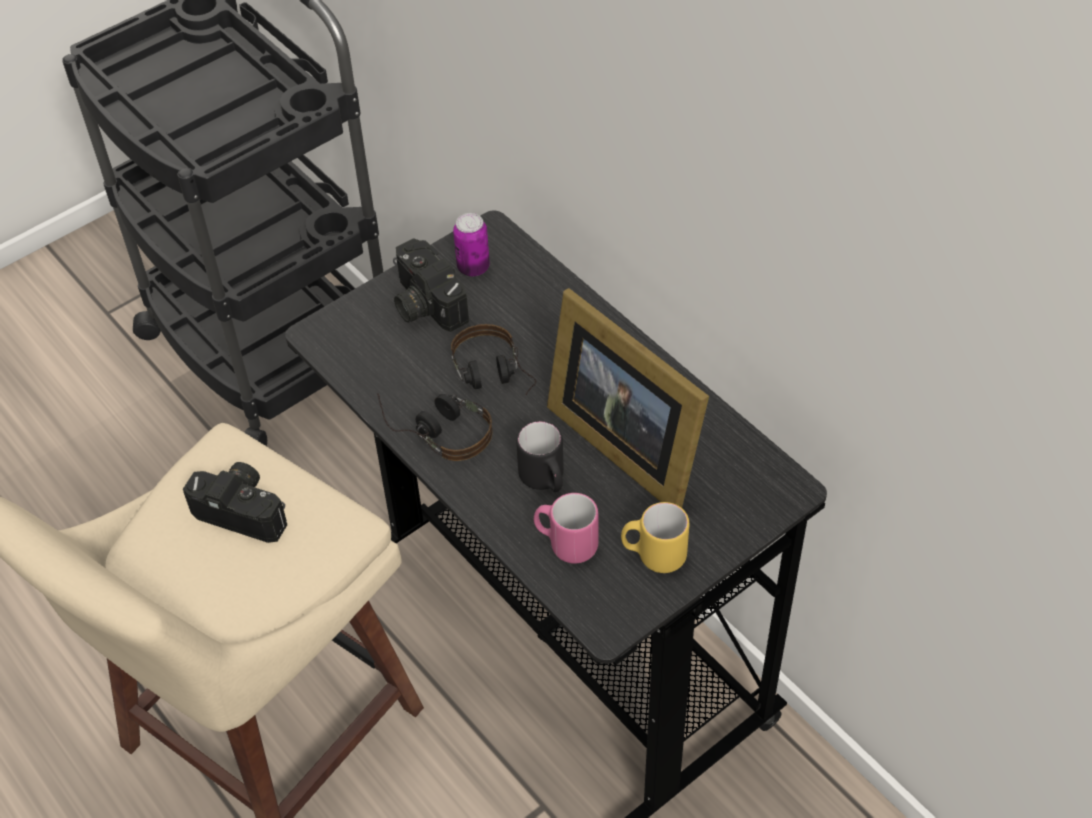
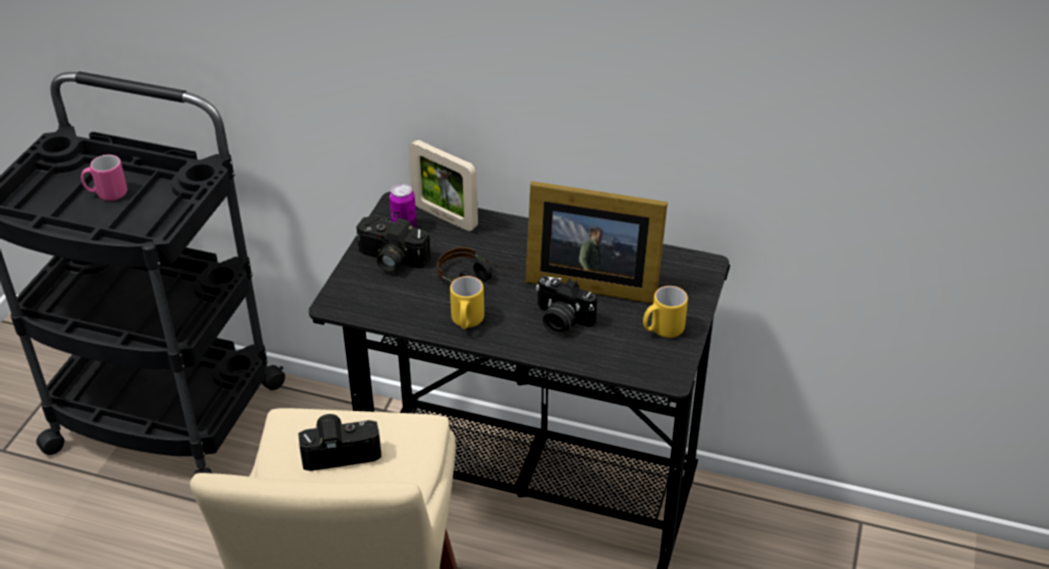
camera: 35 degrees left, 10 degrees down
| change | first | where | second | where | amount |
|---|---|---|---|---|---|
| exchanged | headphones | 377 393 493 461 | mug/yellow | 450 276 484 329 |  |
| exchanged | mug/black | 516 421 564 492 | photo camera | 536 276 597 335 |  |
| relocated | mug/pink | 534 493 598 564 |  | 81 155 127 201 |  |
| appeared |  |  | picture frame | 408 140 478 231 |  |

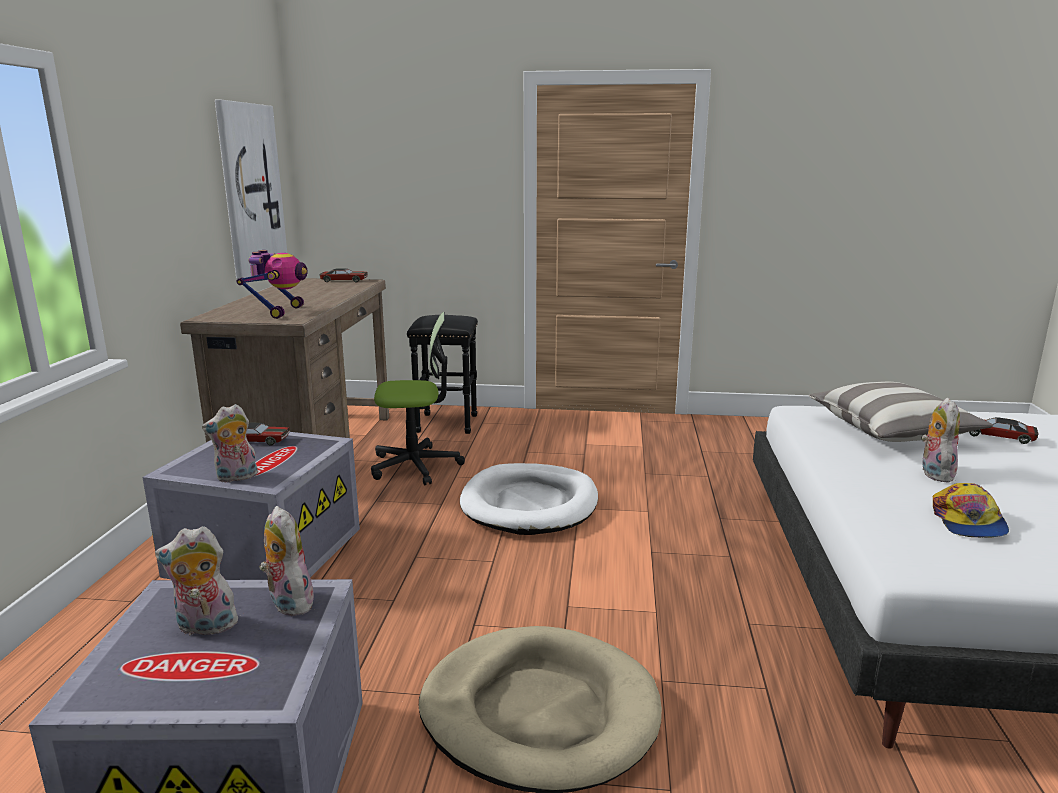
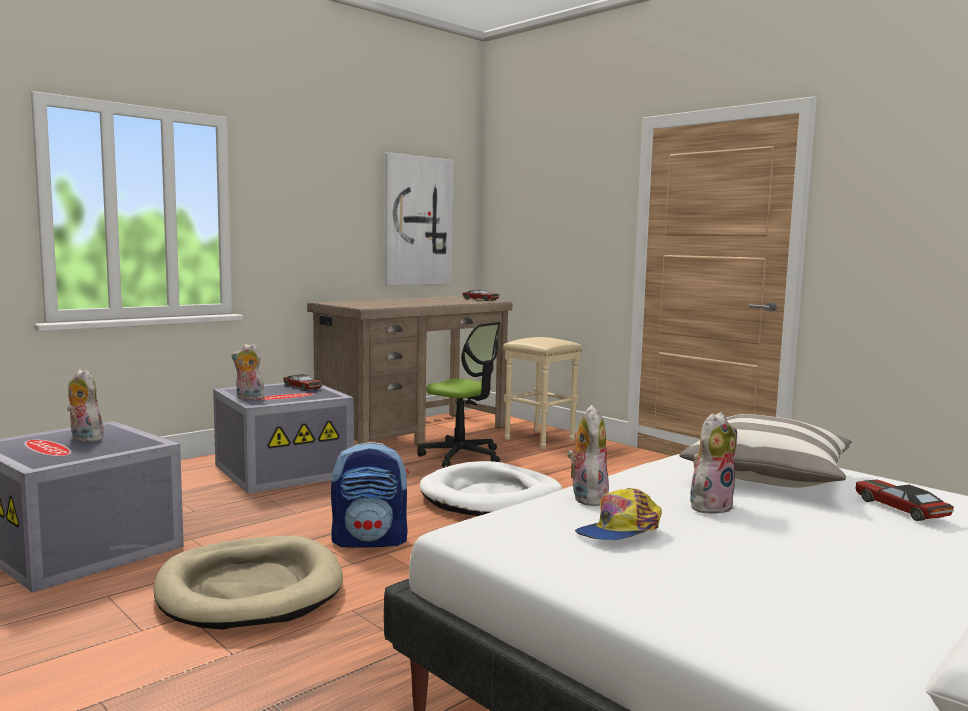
camera: 40 degrees right, 10 degrees down
| change | first | where | second | where | amount |
|---|---|---|---|---|---|
| missing | toy robot | 236 250 307 319 |  |  |  |
| relocated | plush toy | 259 506 314 616 |  | 567 405 609 506 |  |
| colour | stool/black | 407 315 478 434 | stool/beige | 503 337 582 449 |  |
| appeared |  |  | backpack | 331 442 409 547 |  |

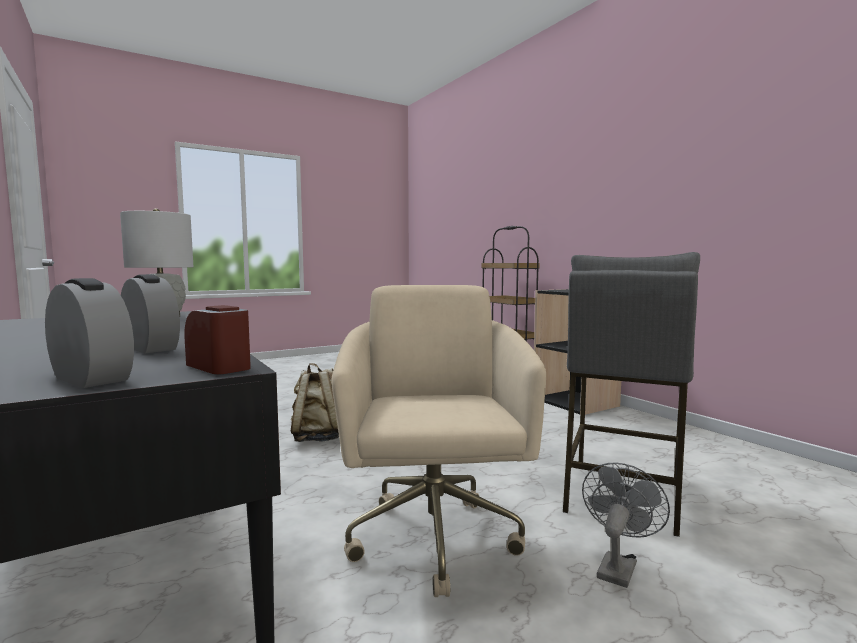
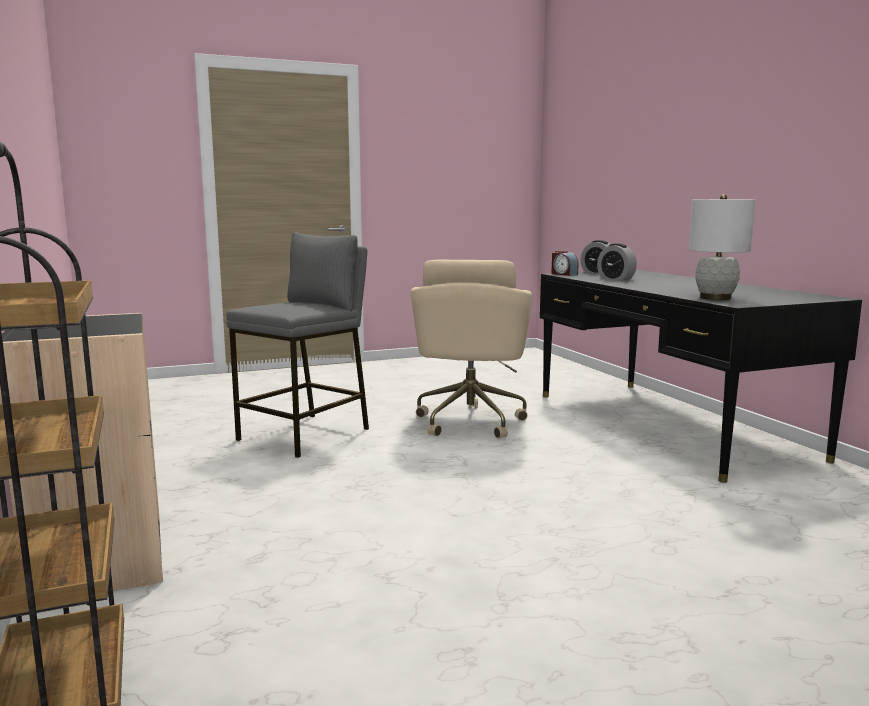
camera: 170 degrees left, 5 degrees up
| change | first | where | second | where | amount |
|---|---|---|---|---|---|
| missing | backpack/beige | 291 363 339 442 |  |  |  |
| missing | fan/grey | 582 462 670 588 |  |  |  |

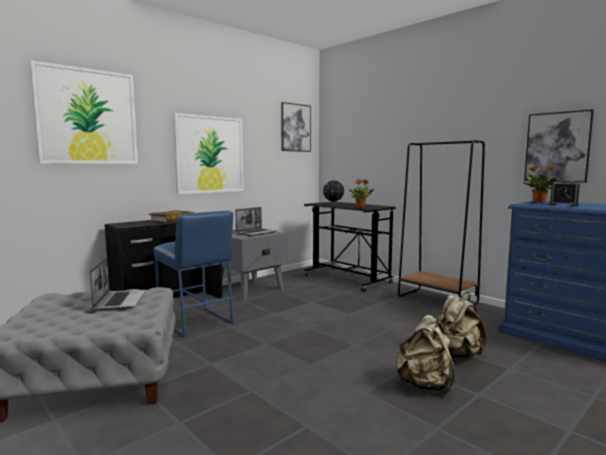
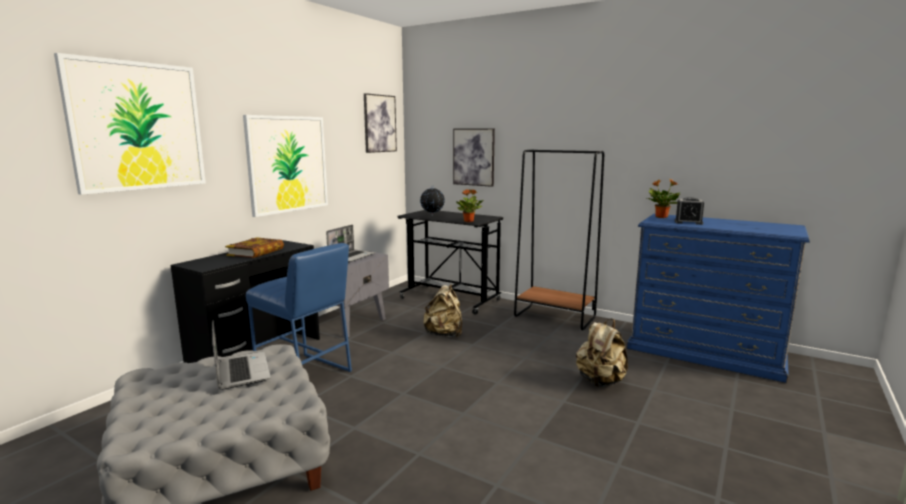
camera: 15 degrees left, 5 degrees up
| change | first | where | second | where | amount |
|---|---|---|---|---|---|
| relocated | backpack/beige | 396 315 455 395 |  | 423 284 462 337 |  |
| relocated | picture | 524 109 594 183 |  | 453 128 495 187 |  |

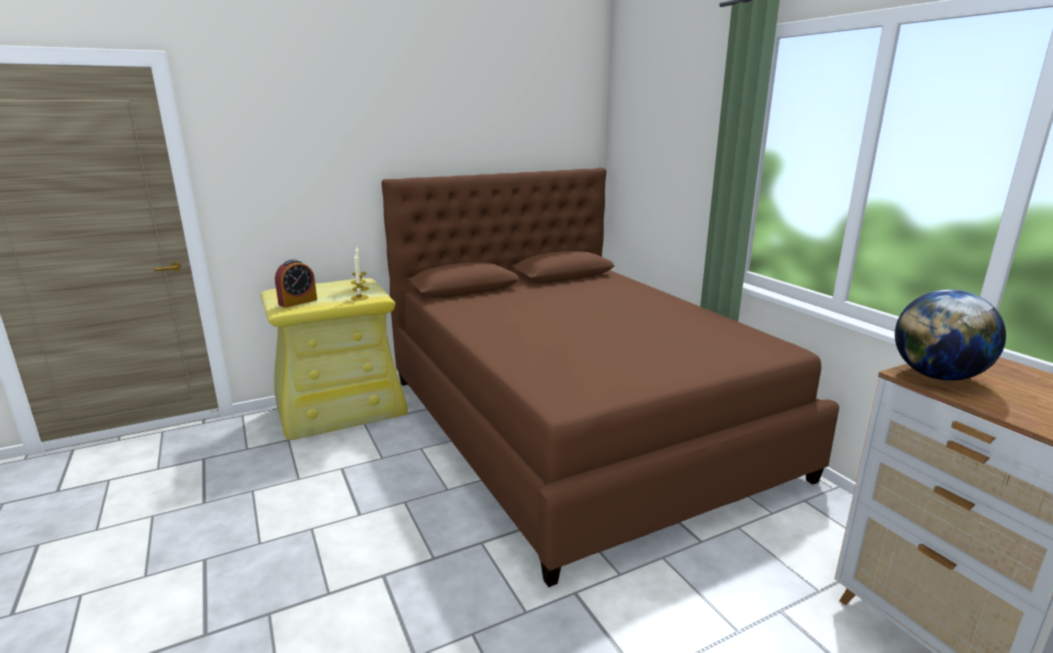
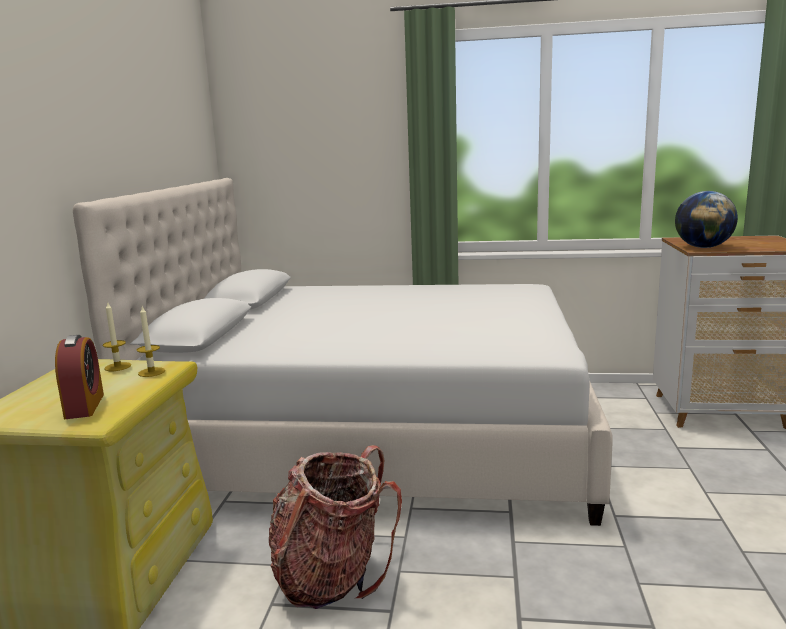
camera: 55 degrees left, 5 degrees down
| change | first | where | second | where | amount |
|---|---|---|---|---|---|
| colour | bed/brown | 382 168 840 587 | bed/white | 73 178 613 526 |  |
| appeared |  |  | backpack | 269 445 402 609 |  |

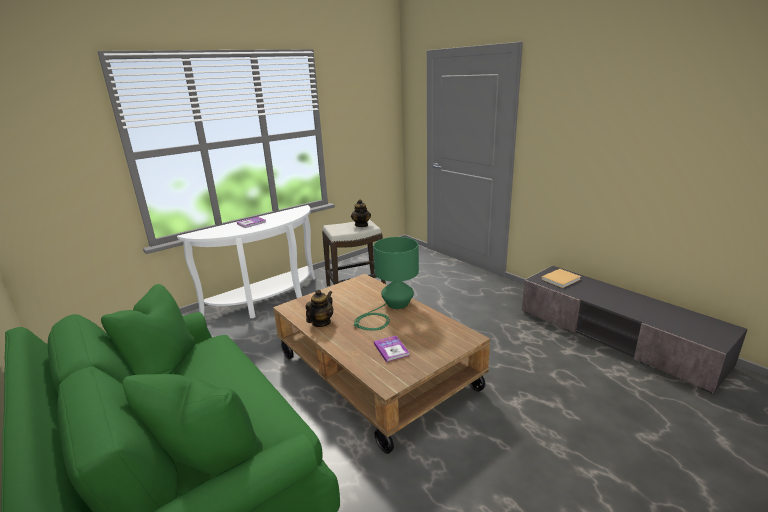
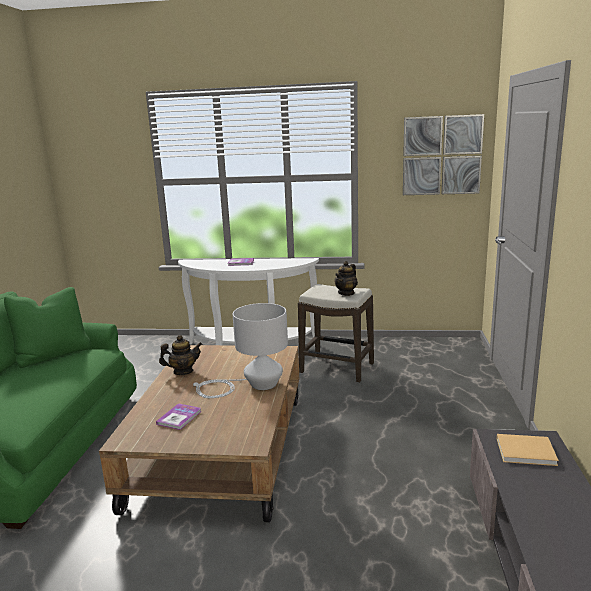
camera: 45 degrees right, 5 degrees down
| change | first | where | second | where | amount |
|---|---|---|---|---|---|
| colour | table lamp/green | 354 237 419 330 | table lamp/grey | 193 303 288 398 |  |
| appeared |  |  | picture | 403 114 484 195 |  |

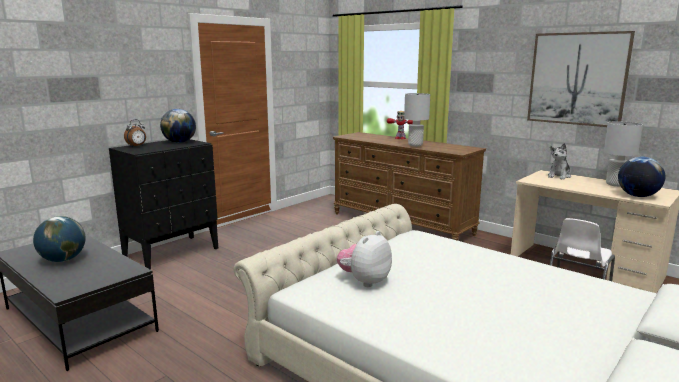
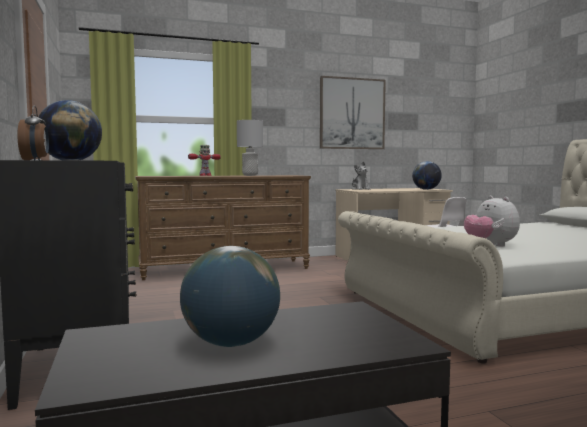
camera: 60 degrees left, 10 degrees down
| change | first | where | second | where | amount |
|---|---|---|---|---|---|
| missing | table lamp/grey | 604 121 643 187 |  |  |  |

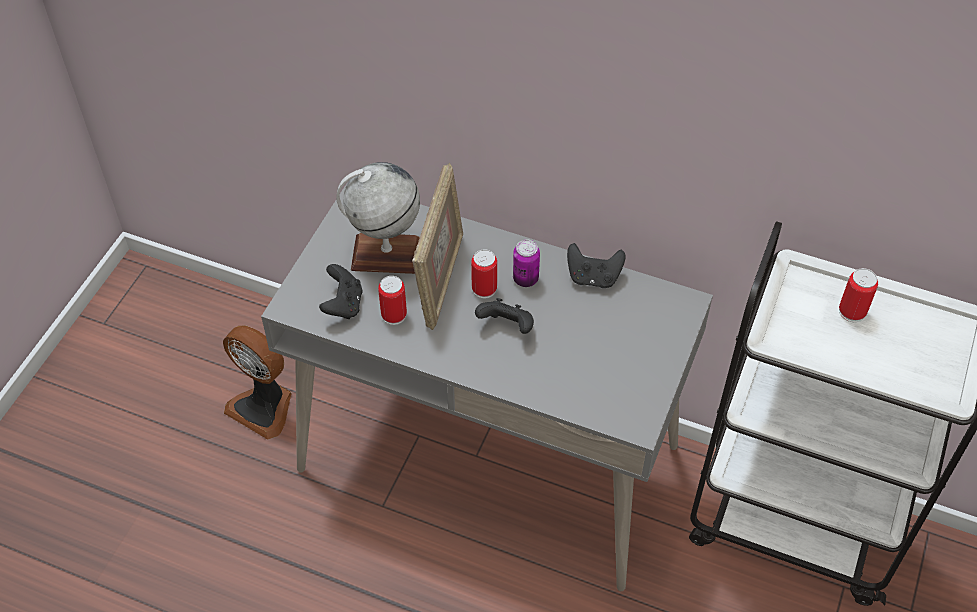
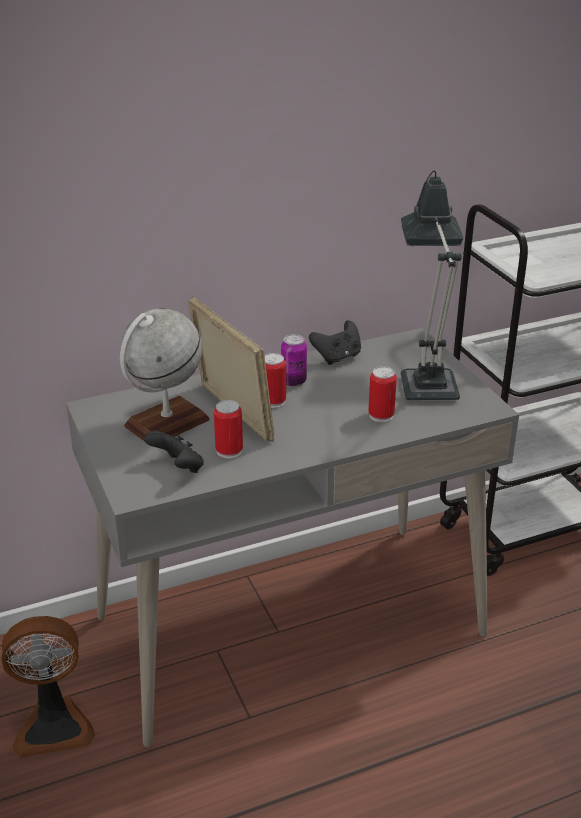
camera: 45 degrees left, 20 degrees down
| change | first | where | second | where | amount |
|---|---|---|---|---|---|
| missing | game controller/black | 475 298 534 334 |  |  |  |
| relocated | can | 839 268 878 322 |  | 368 366 397 422 |  |
| appeared |  |  | table lamp | 401 171 463 400 |  |

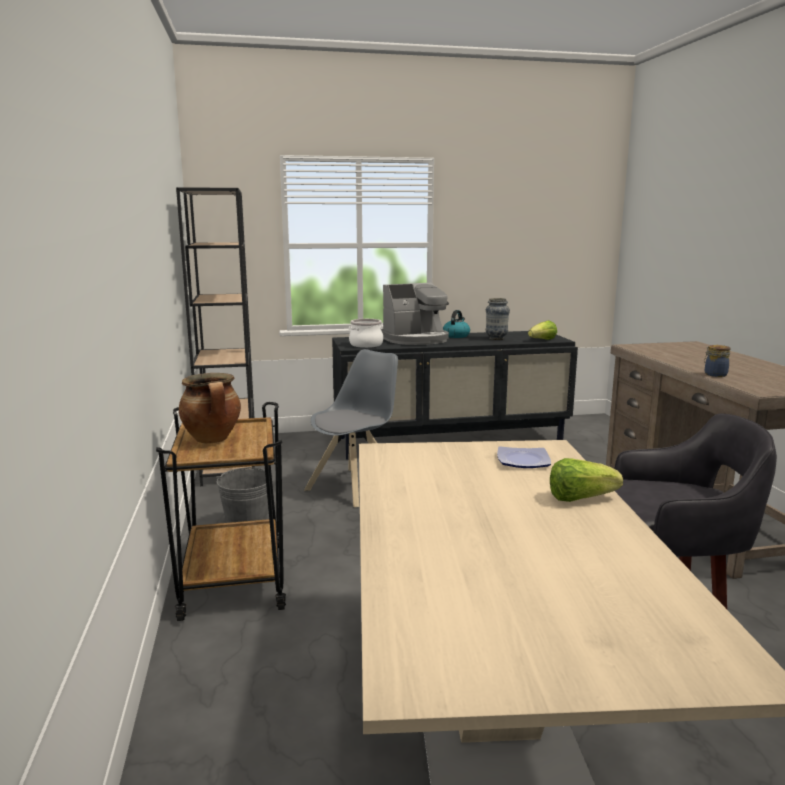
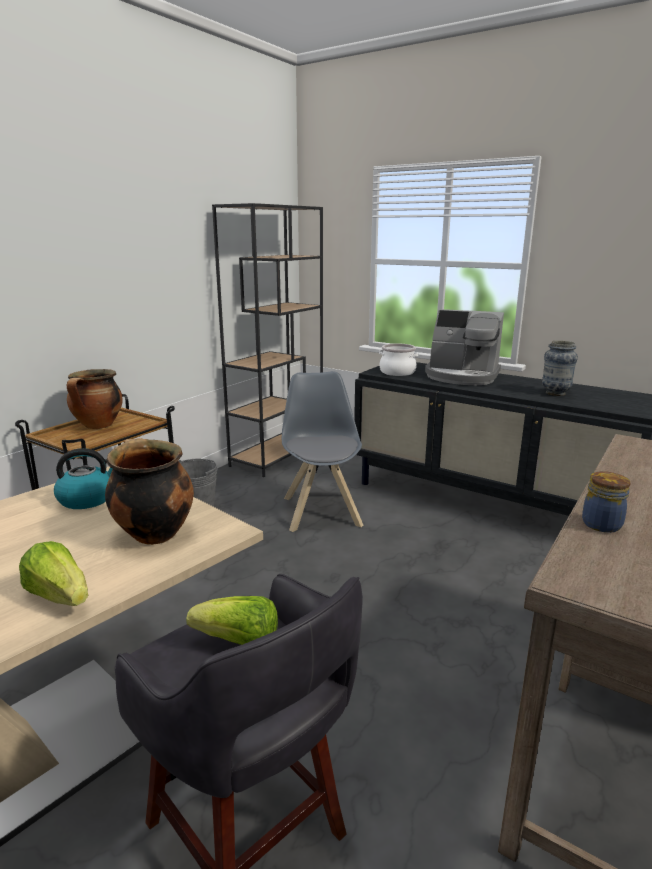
camera: 45 degrees right, 5 degrees up
| change | first | where | second | where | amount |
|---|---|---|---|---|---|
| spun | chair/grey | 304 349 398 507 |  | 282 371 363 532 | 90 degrees counterclockwise |
| relocated | kettle | 443 310 470 338 |  | 54 448 113 509 |  |
| exchanged | plate | 497 446 551 468 | cooking pot | 105 438 194 545 |  |
| relocated | lettuce | 528 320 557 340 |  | 186 596 278 645 |  |

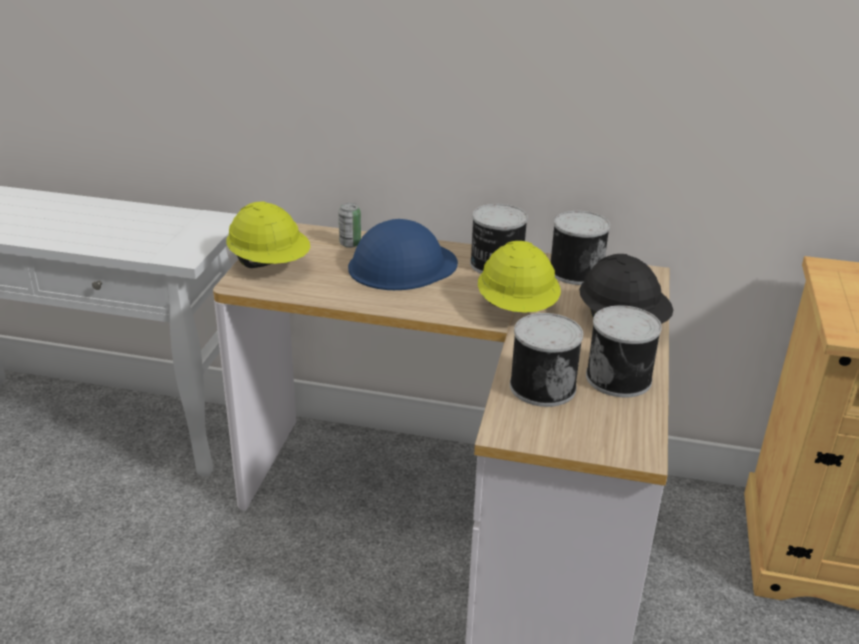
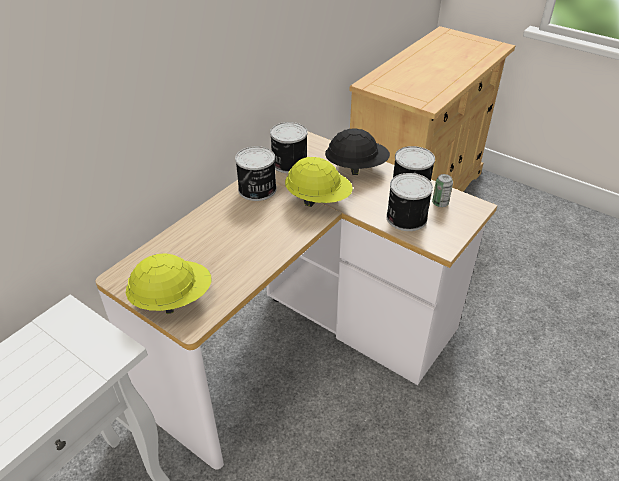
camera: 65 degrees left, 10 degrees up
| change | first | where | second | where | amount |
|---|---|---|---|---|---|
| relocated | can | 338 203 361 248 |  | 432 174 453 207 |  |
| missing | hard hat/blue | 348 219 458 290 |  |  |  |

